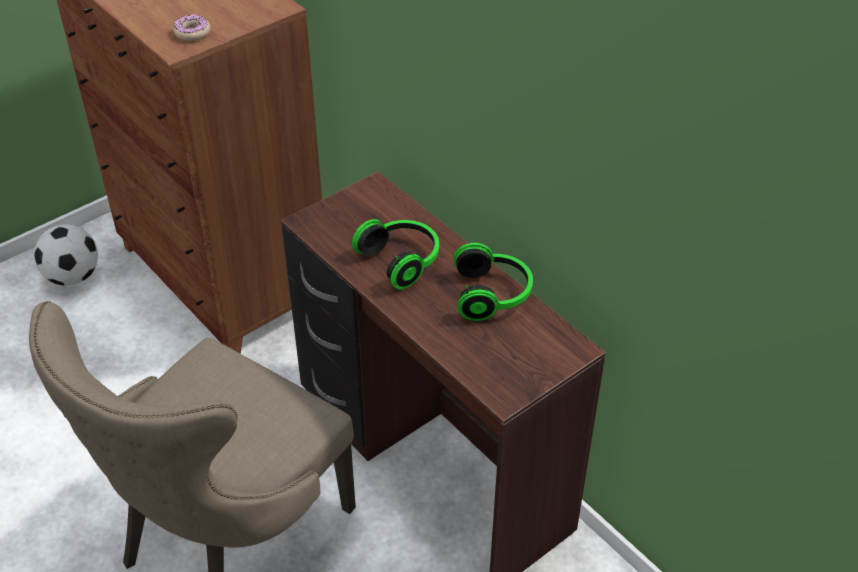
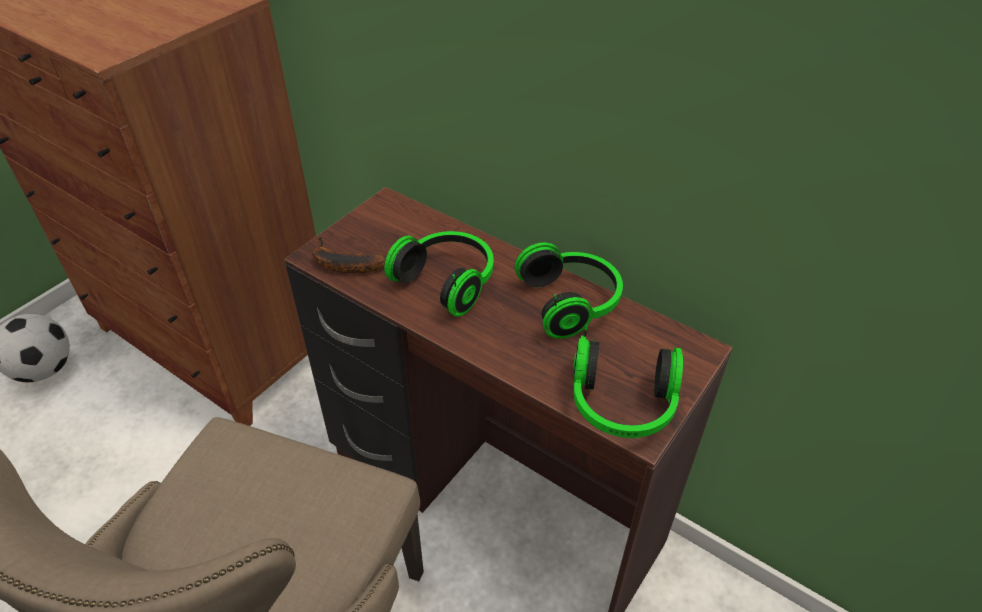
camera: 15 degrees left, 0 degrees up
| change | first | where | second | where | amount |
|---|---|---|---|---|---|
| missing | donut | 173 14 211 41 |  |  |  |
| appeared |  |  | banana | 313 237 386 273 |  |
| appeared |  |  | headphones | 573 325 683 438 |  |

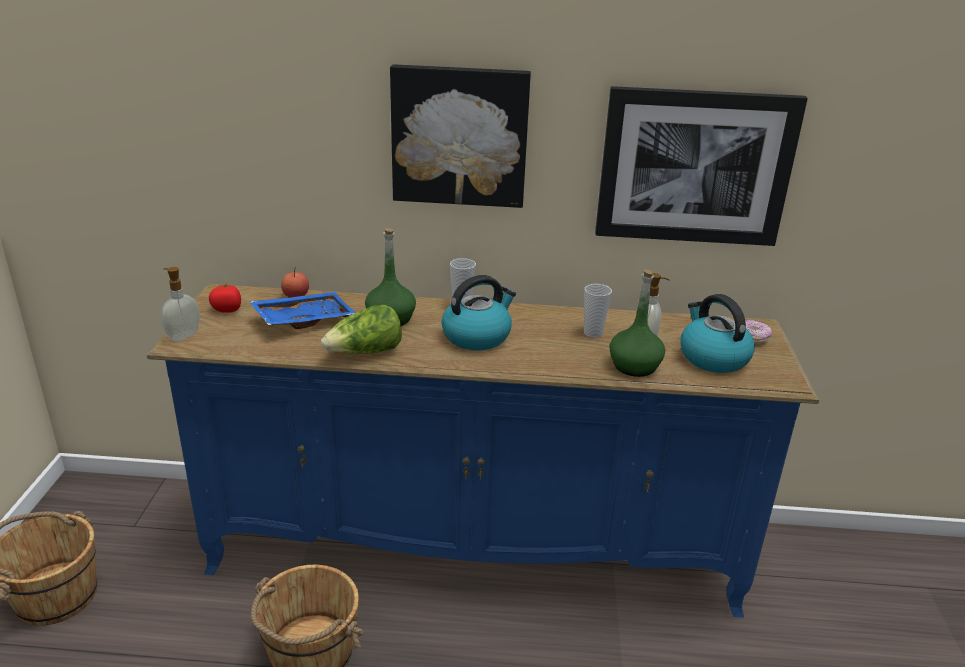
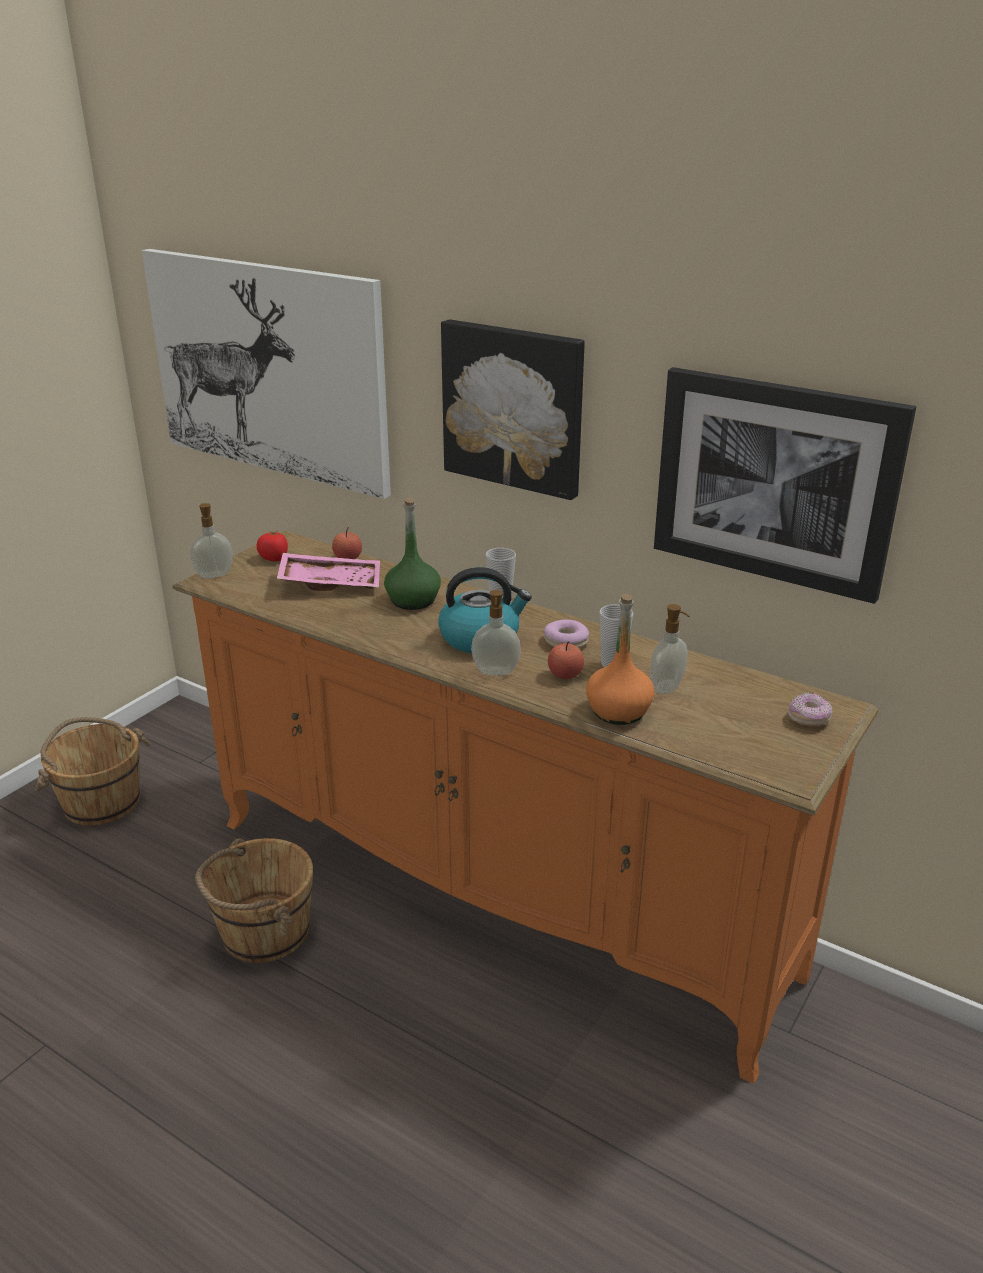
camera: 30 degrees right, 0 degrees up
| change | first | where | second | where | amount |
|---|---|---|---|---|---|
| colour | cabinet/blue | 147 284 819 618 | cabinet/orange | 172 531 878 1083 |  |
| colour | tray/blue | 249 292 355 329 | tray/pink | 277 553 380 591 |  |
| missing | lettuce | 321 304 402 354 |  |  |  |
| colour | bottle/green | 609 270 665 377 | bottle/orange | 586 594 654 725 |  |
| missing | kettle | 680 294 755 373 |  |  |  |
| appeared |  |  | picture | 142 249 391 499 |  |
| appeared |  |  | soap dispenser | 471 590 521 675 |  |
| appeared |  |  | donut | 544 619 589 648 |  |
| appeared |  |  | apple | 548 641 584 679 |  |

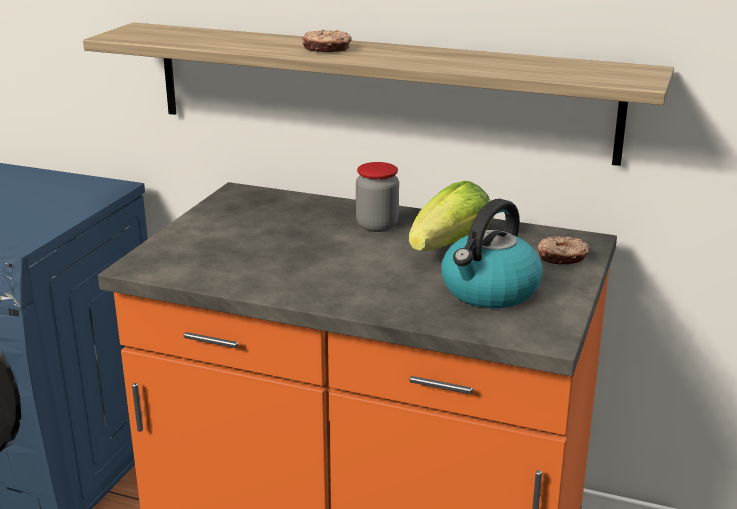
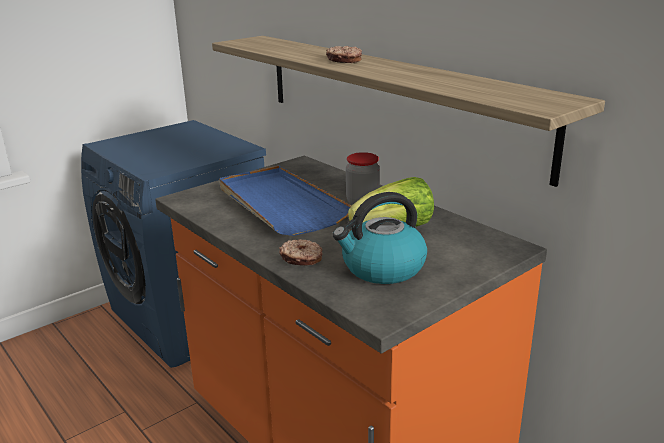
camera: 30 degrees right, 0 degrees up
| change | first | where | second | where | amount |
|---|---|---|---|---|---|
| relocated | donut | 537 236 590 265 |  | 279 239 323 265 |  |
| appeared |  |  | tray/blue | 219 166 351 236 |  |

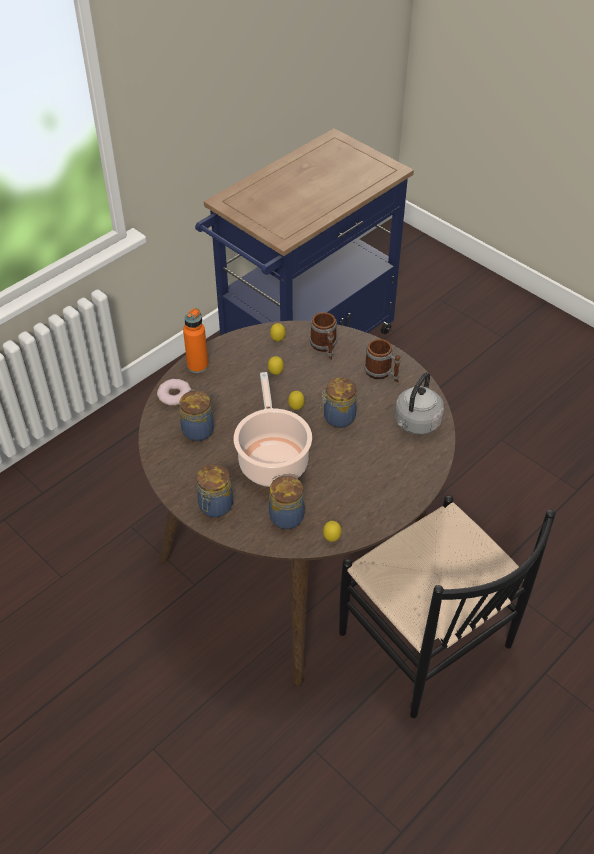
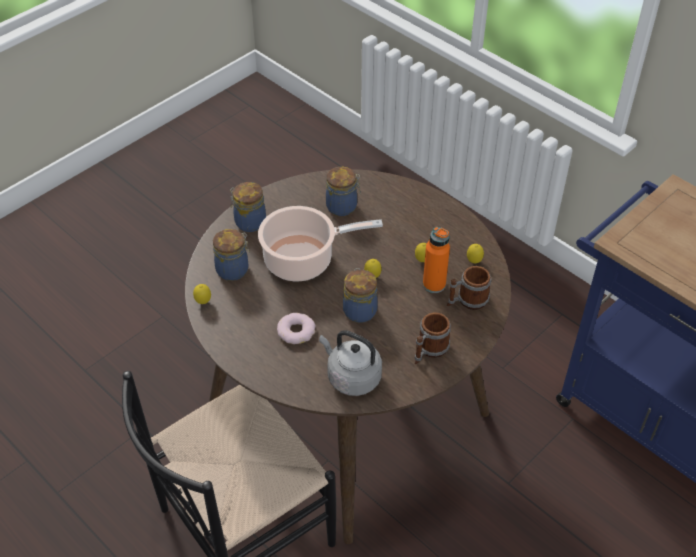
camera: 90 degrees right, 0 degrees up
| change | first | where | second | where | amount |
|---|---|---|---|---|---|
| relocated | donut | 157 379 192 406 |  | 277 313 315 344 |  |
| relocated | bottle/orange | 183 308 208 373 |  | 423 227 450 293 |  |

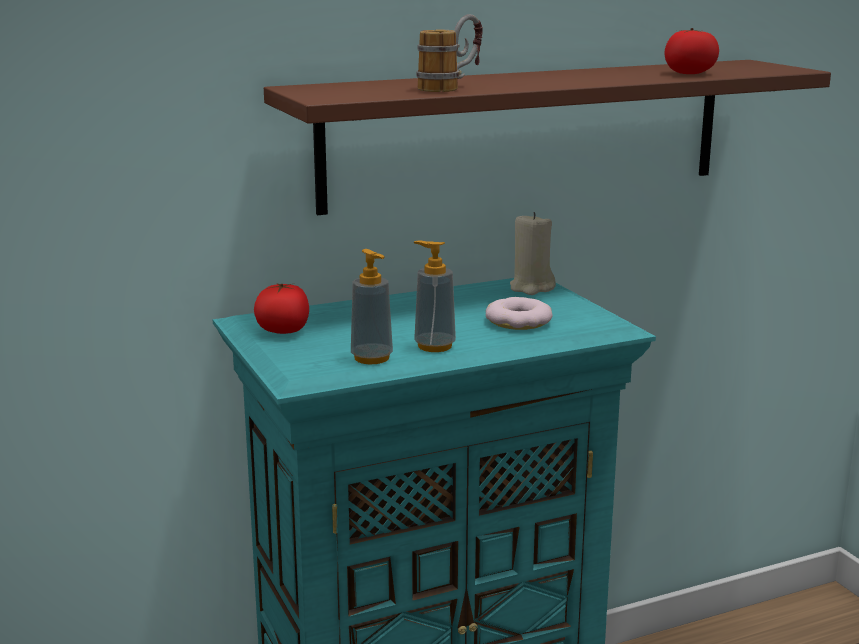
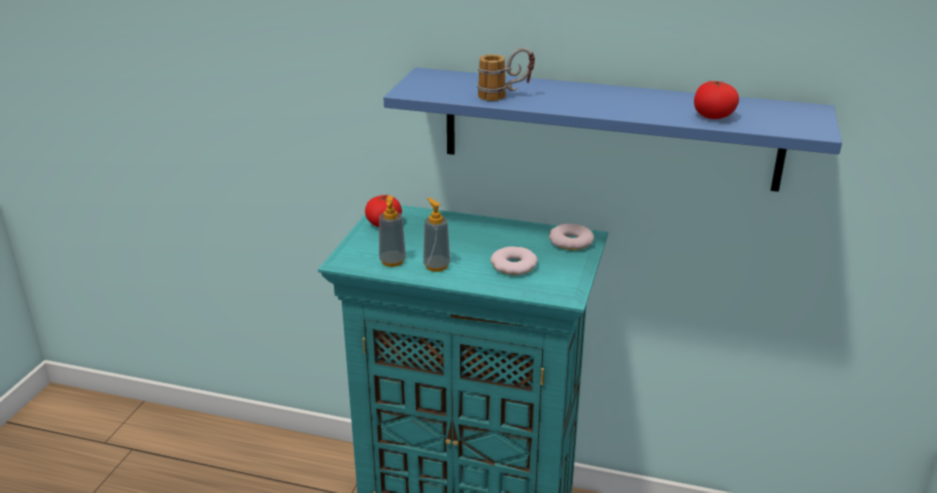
camera: 40 degrees right, 10 degrees up
| change | first | where | second | where | amount |
|---|---|---|---|---|---|
| colour | shelf/brown | 264 60 831 215 | shelf/blue | 384 67 842 192 |  |
| exchanged | candle/beige | 510 212 556 295 | donut | 549 224 594 250 |  |

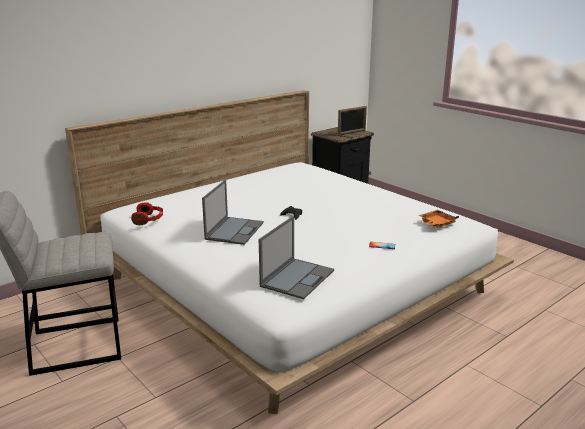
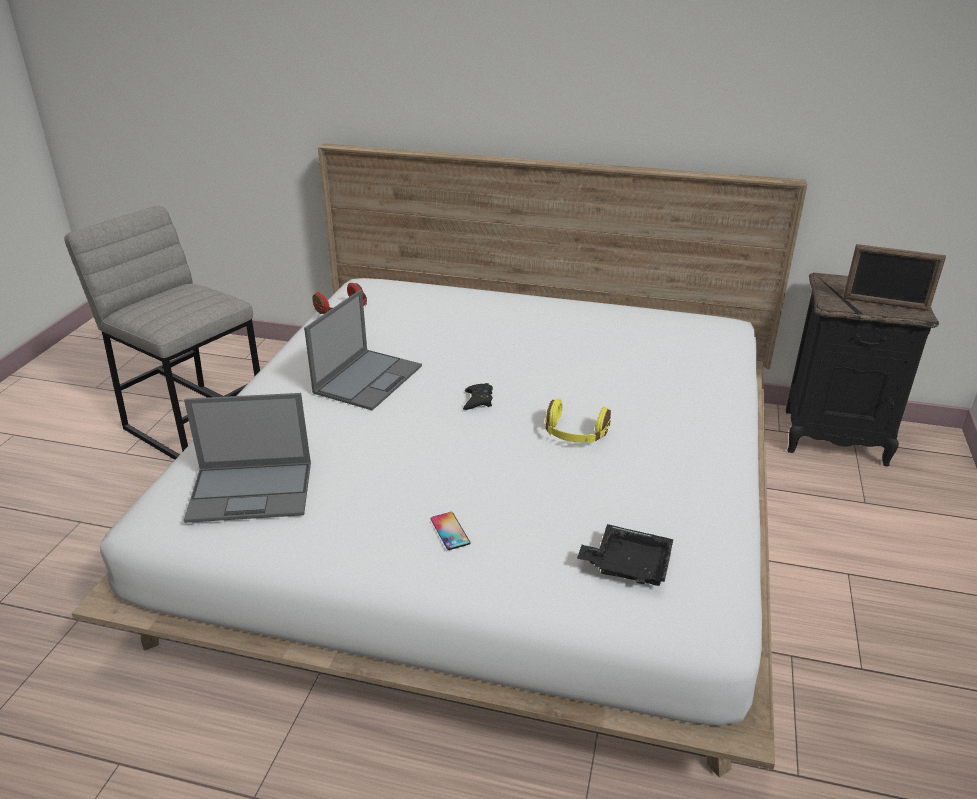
camera: 55 degrees right, 10 degrees up
| change | first | where | second | where | amount |
|---|---|---|---|---|---|
| spun | laptop | 202 180 264 245 |  | 304 290 422 410 | 45 degrees counterclockwise |
| colour | tray/orange | 418 210 459 227 | tray/black | 577 524 674 586 |  |
| appeared |  |  | headphones/yellow | 545 399 611 443 |  |

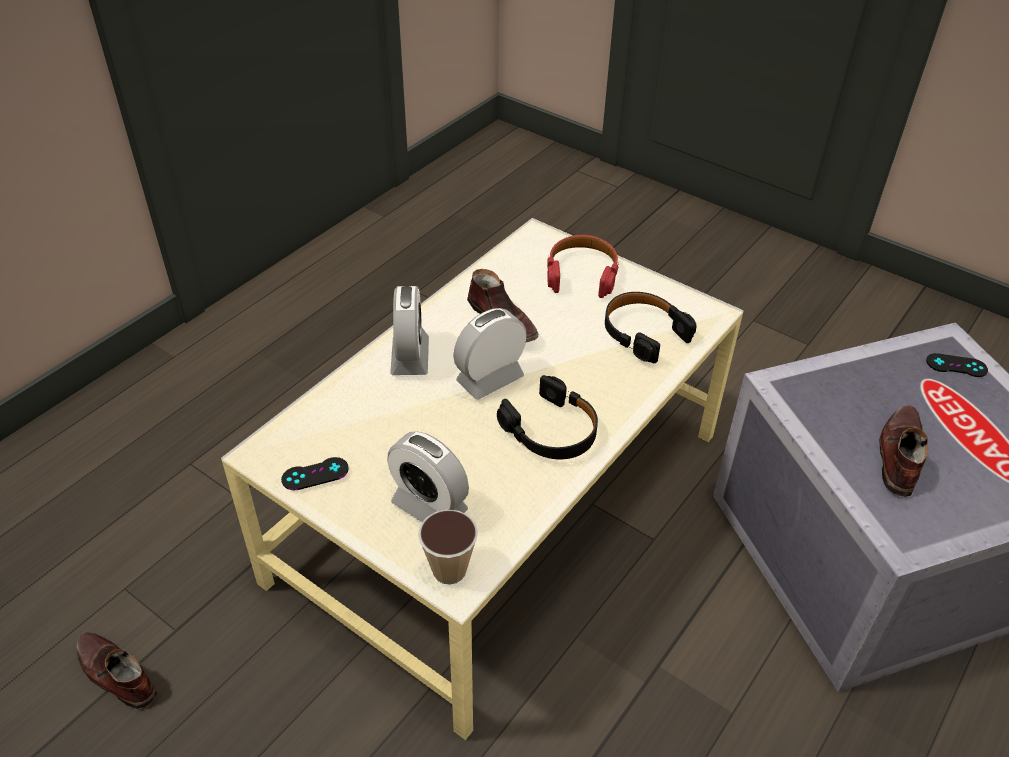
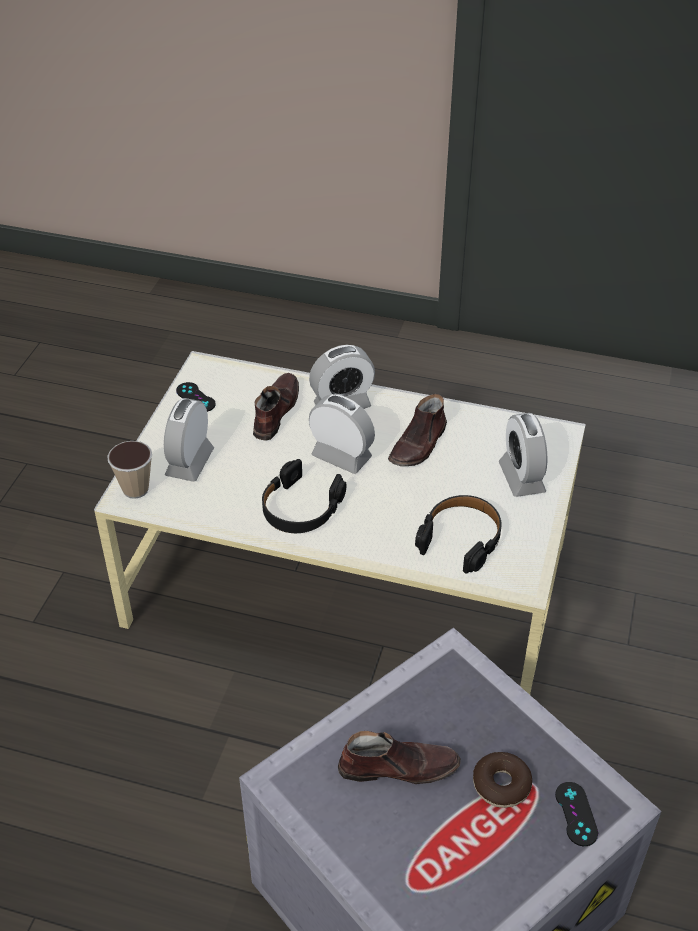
camera: 70 degrees right, 0 degrees up
| change | first | where | second | where | amount |
|---|---|---|---|---|---|
| relocated | shoe/brown | 76 632 157 709 |  | 253 373 299 441 |  |
| exchanged | headphones/red | 547 235 619 298 | alarm clock | 499 413 547 497 |  |
| appeared |  |  | donut | 473 752 532 808 |  |

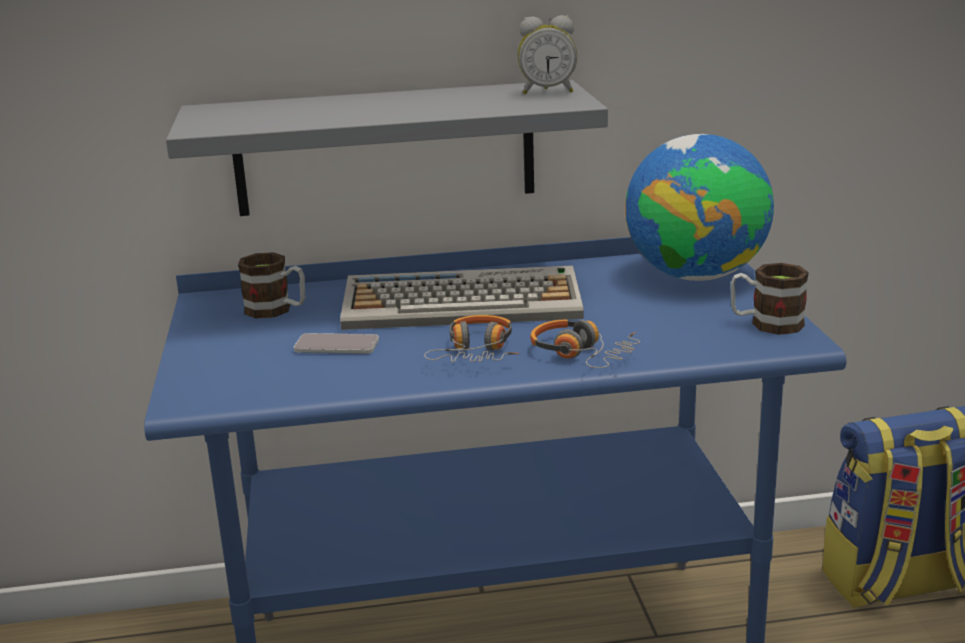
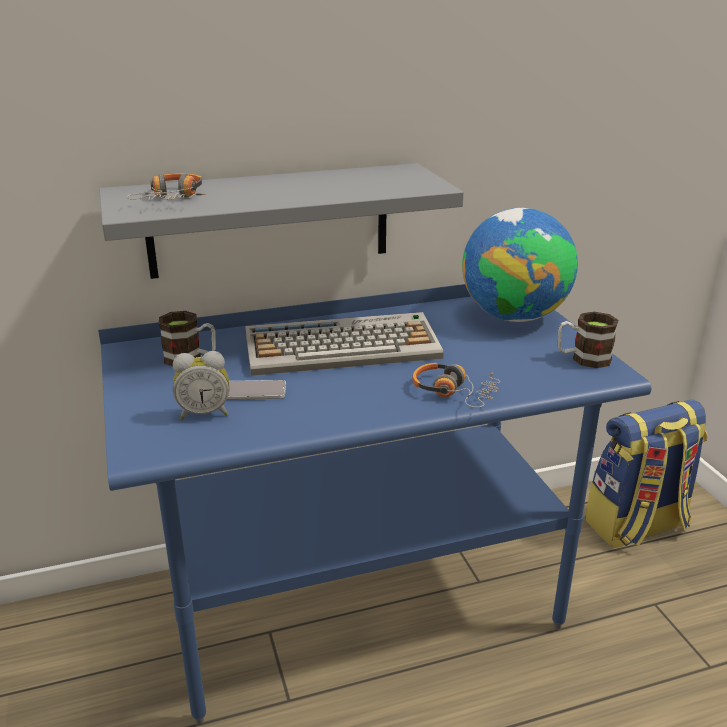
camera: 10 degrees left, 5 degrees up
| change | first | where | second | where | amount |
|---|---|---|---|---|---|
| relocated | headphones | 424 315 519 362 |  | 127 173 206 200 |  |
| relocated | alarm clock | 518 15 577 95 |  | 173 351 229 420 |  |

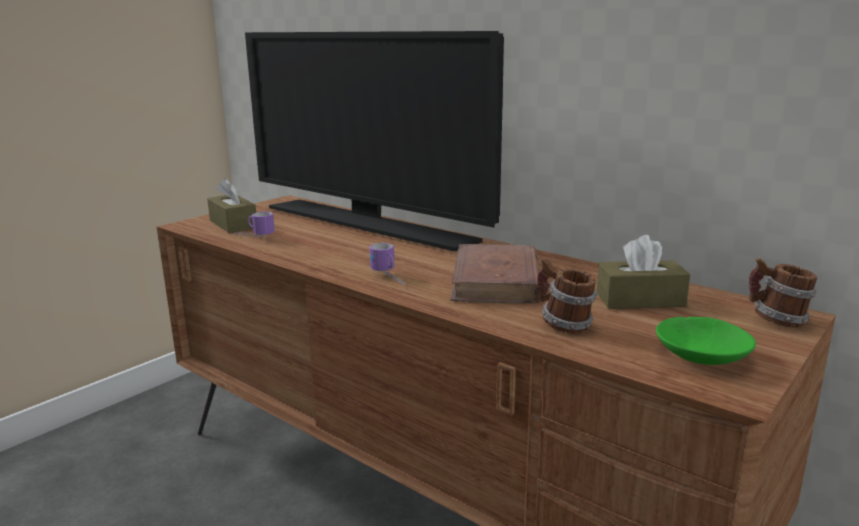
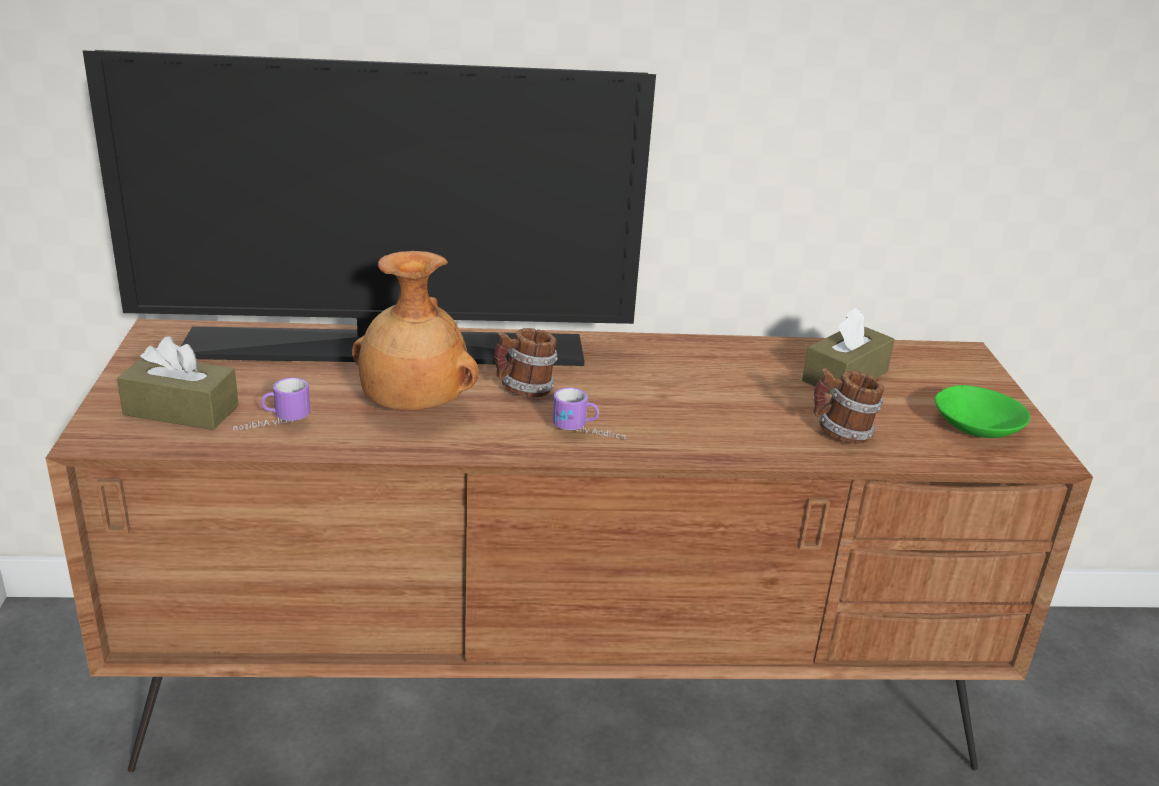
camera: 45 degrees left, 10 degrees up
| change | first | where | second | where | amount |
|---|---|---|---|---|---|
| missing | book/brown | 450 244 540 303 |  |  |  |
| relocated | mug | 749 258 817 328 |  | 494 328 558 397 |  |
| appeared |  |  | vase/brown | 352 251 479 411 |  |

